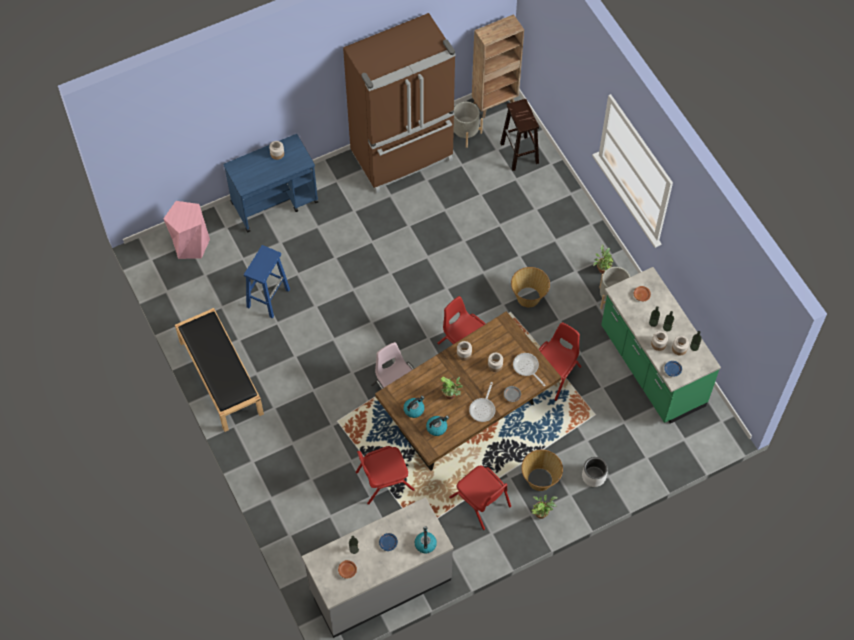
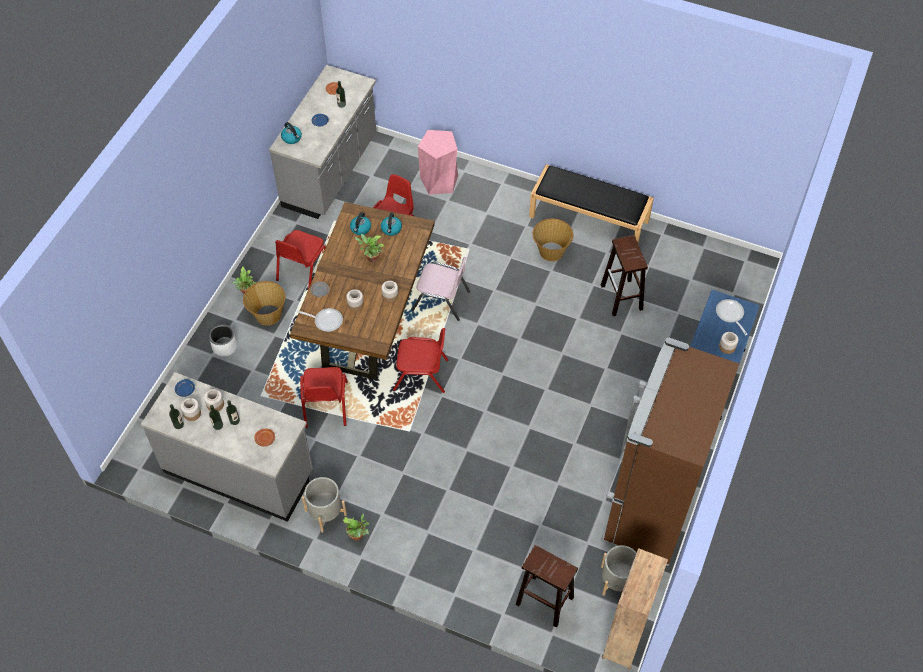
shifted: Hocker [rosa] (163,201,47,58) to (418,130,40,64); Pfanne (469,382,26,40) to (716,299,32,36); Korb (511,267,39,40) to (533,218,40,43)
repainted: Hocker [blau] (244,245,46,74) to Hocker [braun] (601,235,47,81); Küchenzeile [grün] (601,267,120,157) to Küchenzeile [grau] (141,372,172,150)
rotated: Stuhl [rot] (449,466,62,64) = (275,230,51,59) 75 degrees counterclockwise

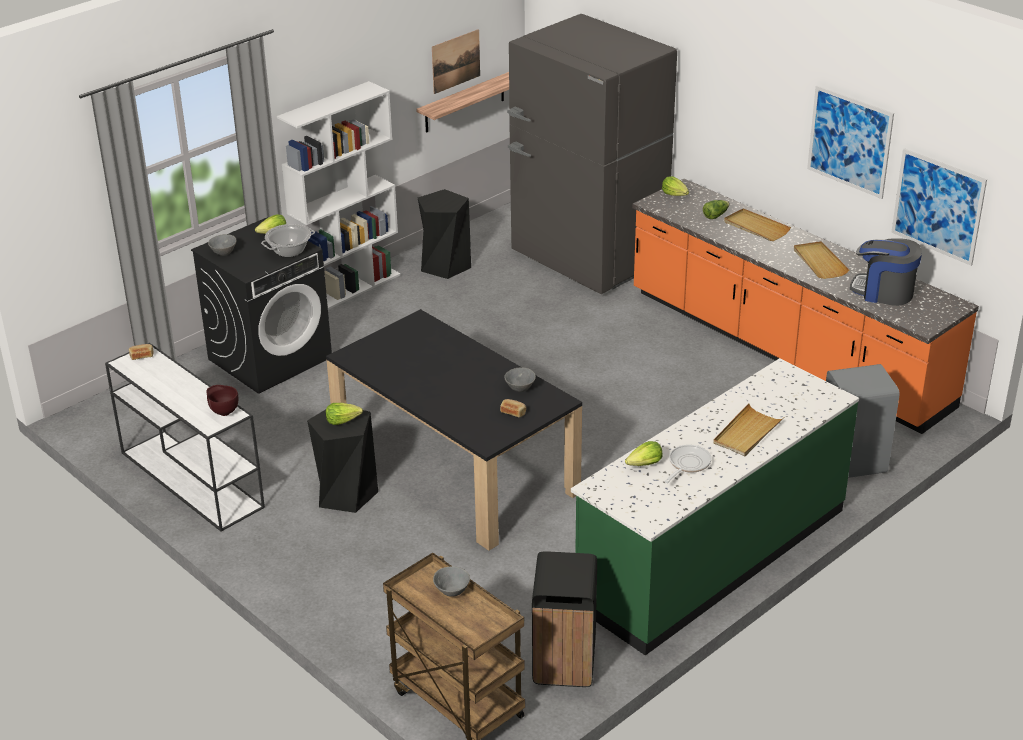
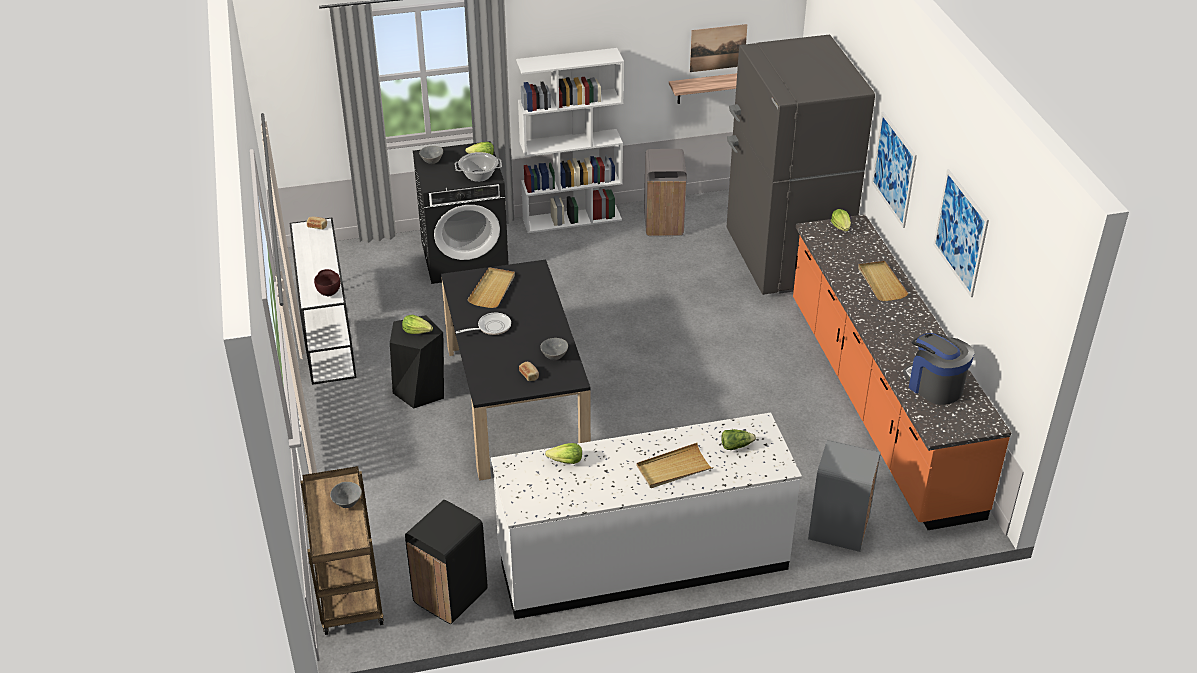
shifted: Pfanne (664,445,47,38) to (456,313,55,22); Salatkopf (703,200,27,19) to (721,429,35,21); Tablett [beige] (794,241,55,38) to (467,268,48,40); Bild (891,148,96,118) to (872,112,45,116)
swapped: Hocker [schwarz] (418,189,53,90) to Mülleimer [grau] (644,149,43,87)
repainted: Küchenzeile [grün] (571,358,288,298) to Küchenzeile [weiß] (491,412,311,207)

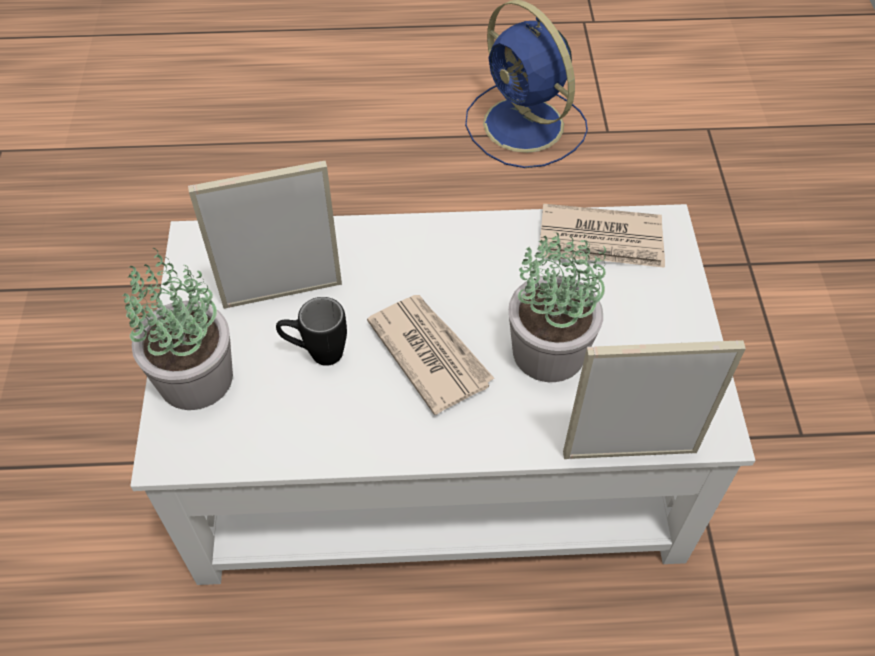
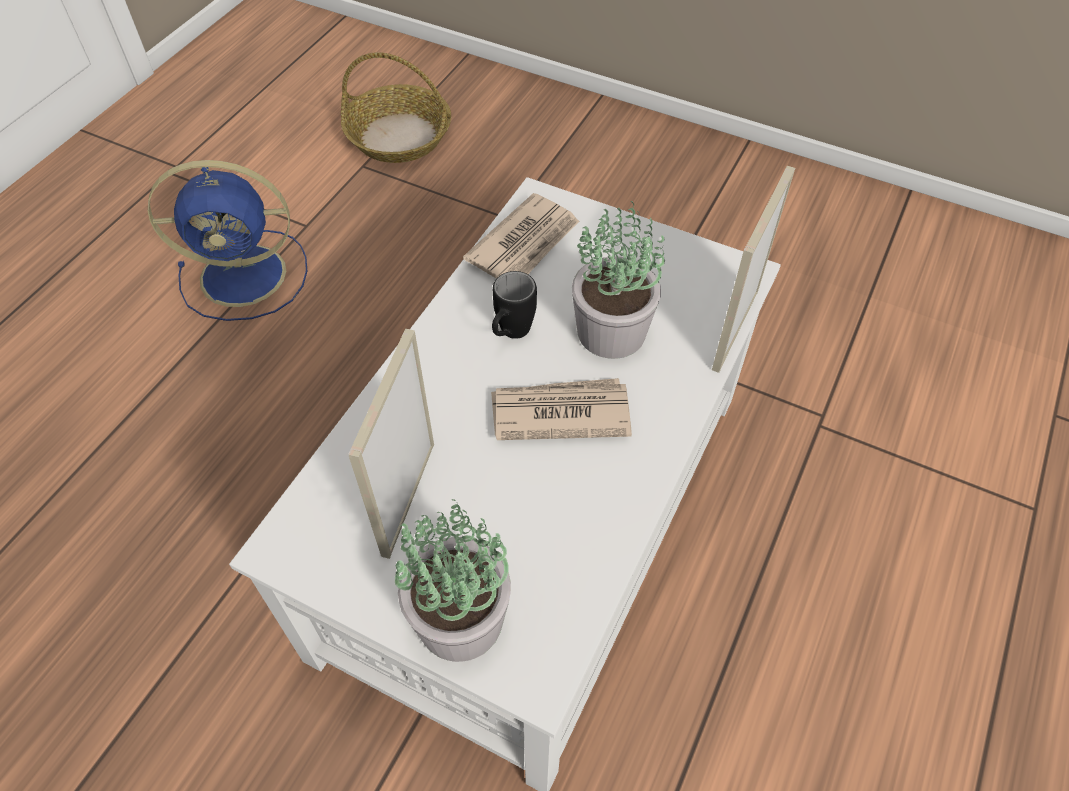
new: Korb (341,52,110,111)
shifted: Henkelbecher [schwarz] (276,297,71,69) to (492,271,45,68)

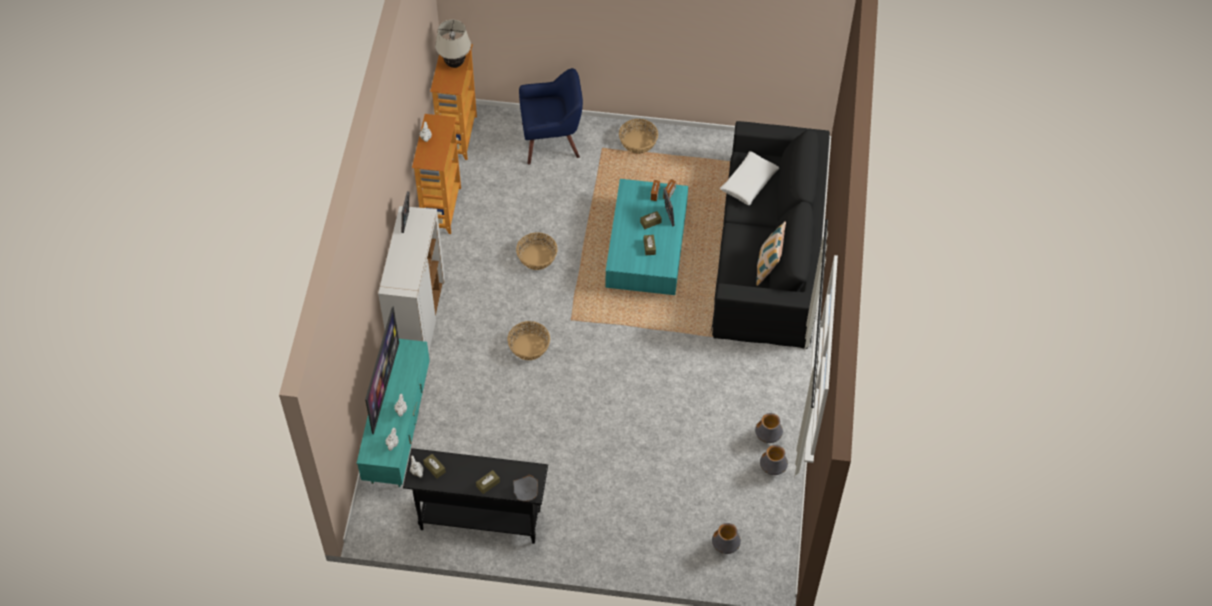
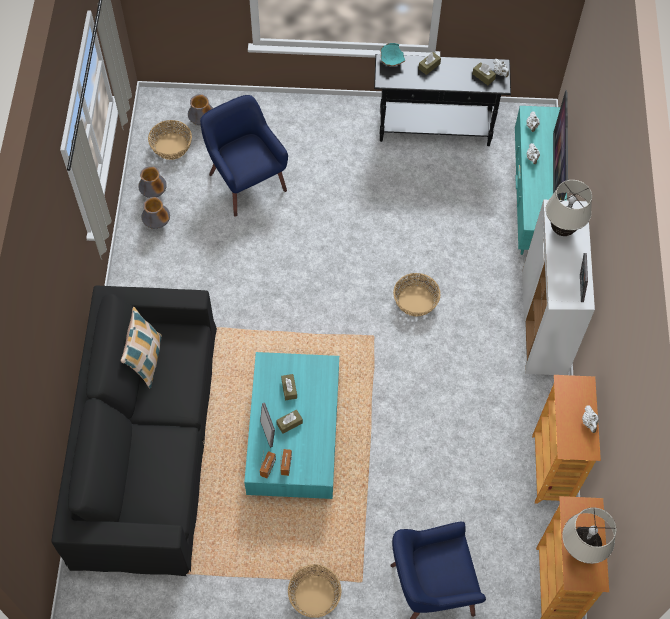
gone: Kissen [weiß] (720,151,59,54)
new: Sessel [blau] (200,95,88,122); Tischlampe [beige] (546,180,46,56)
shifted: Korb (516,233,41,37) to (148,120,44,40)
repainted: Schüssel [grau] (513,475,25,26) to Schüssel [türkis] (380,43,25,23)

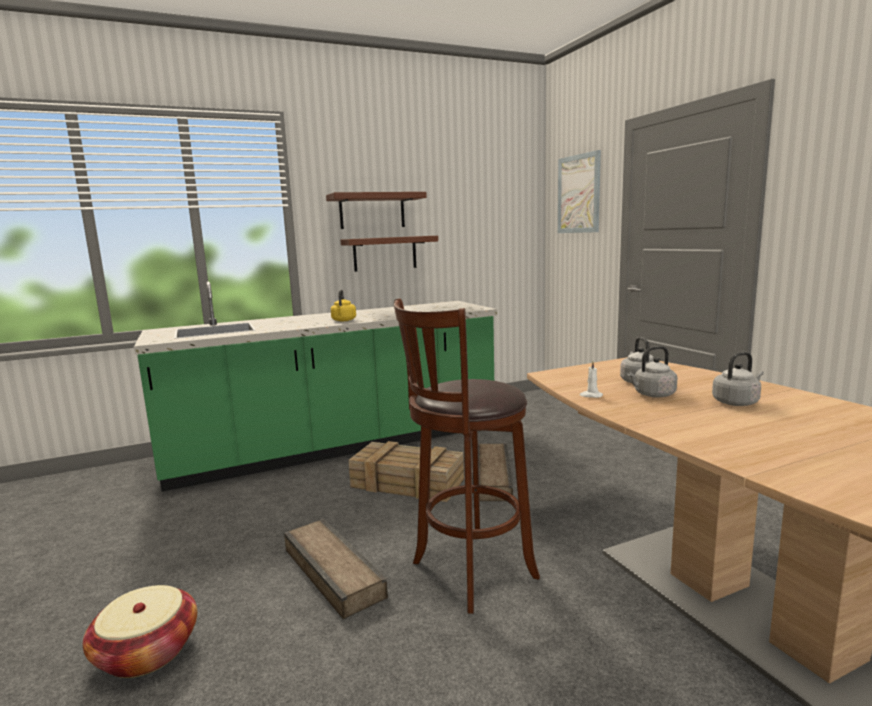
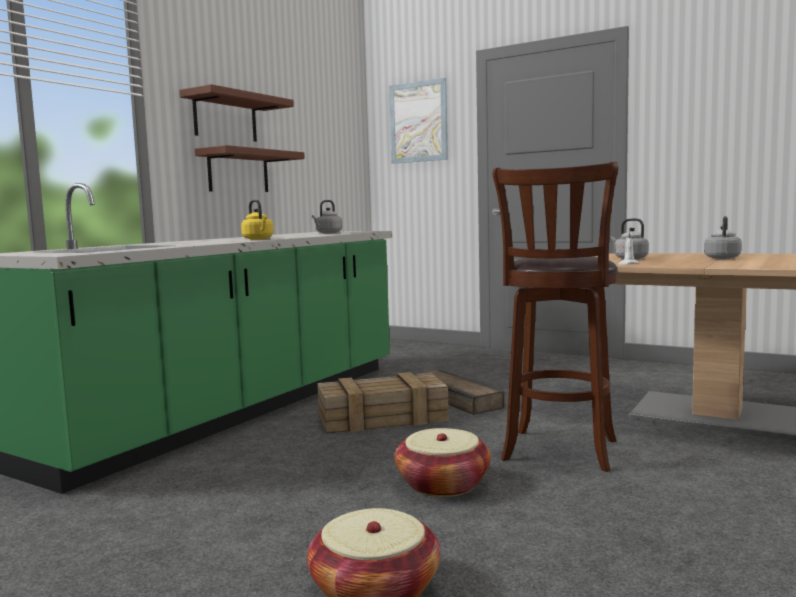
shifted: Wasserkessel [grau] (627,346,51,51) to (312,200,30,34)
swapped: Kiste (284,519,104,100) to Korb (394,428,97,69)

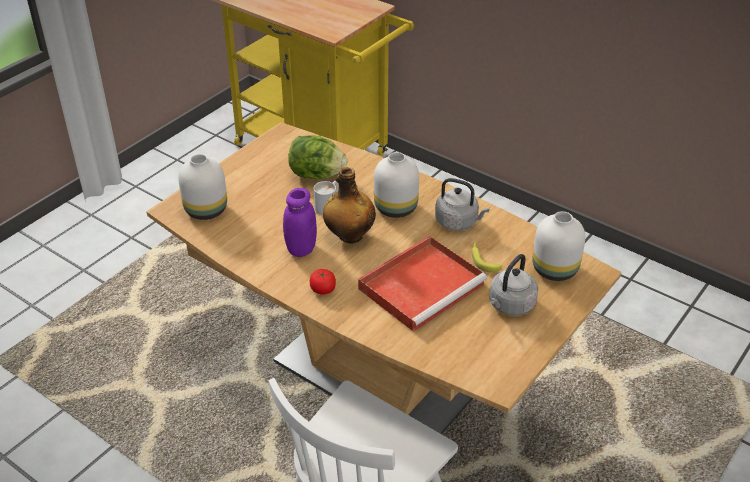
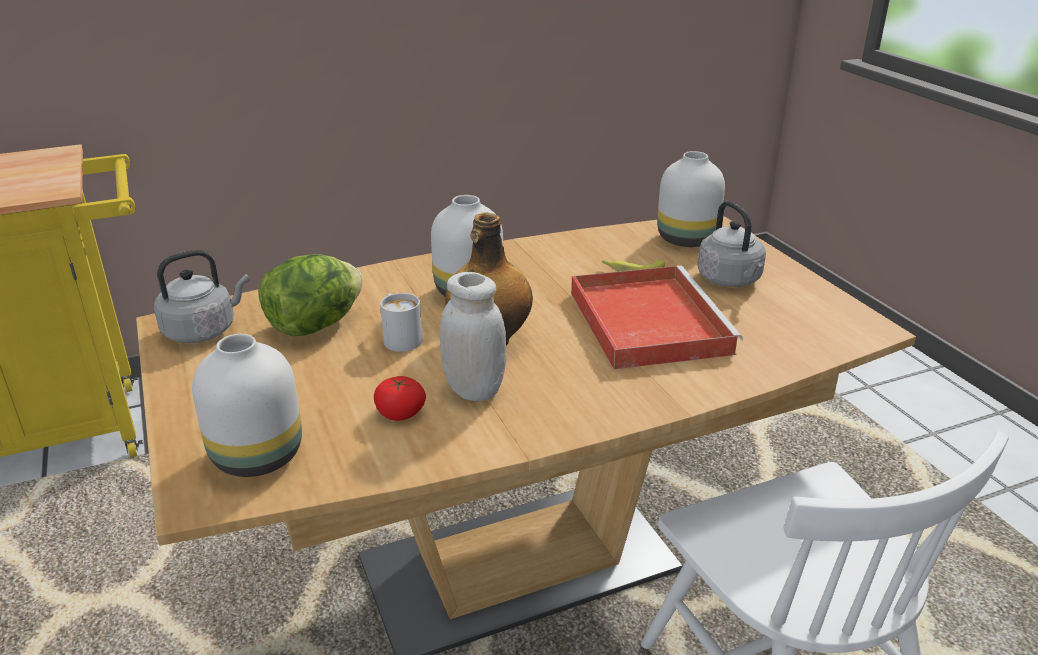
shifted: Tomate (310,269,26,26) to (374,376,52,45); Wasserkessel [grau] (435,178,55,52) to (154,250,95,93)
repainted: Vorratsglas [lila] (283,188,34,69) to Vorratsglas [weiß] (440,272,66,129)

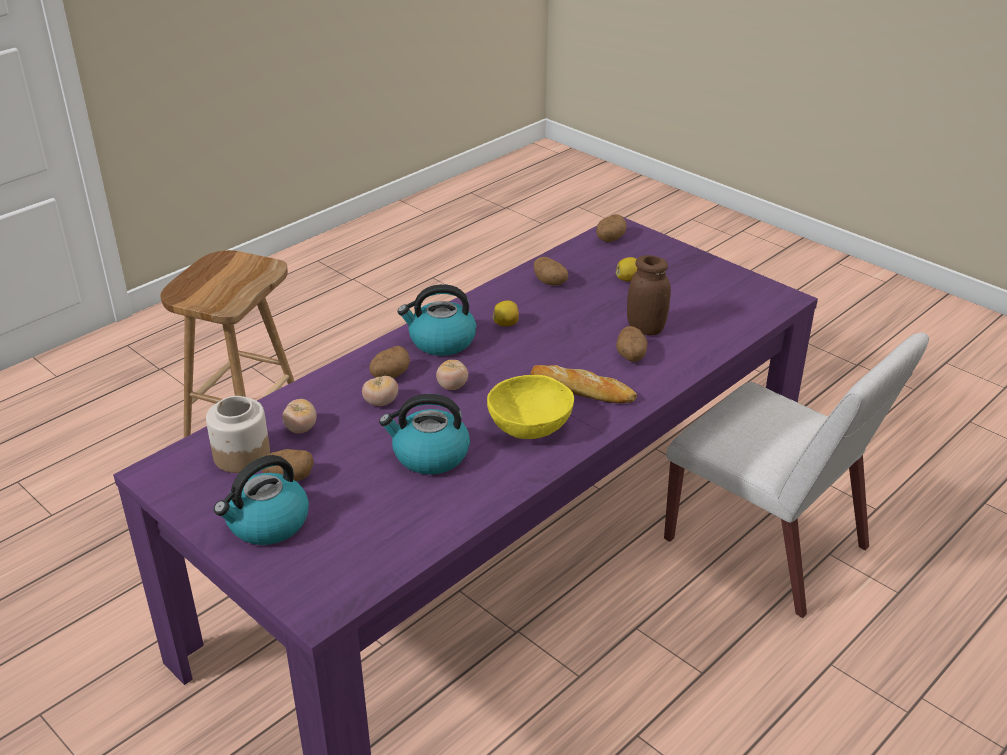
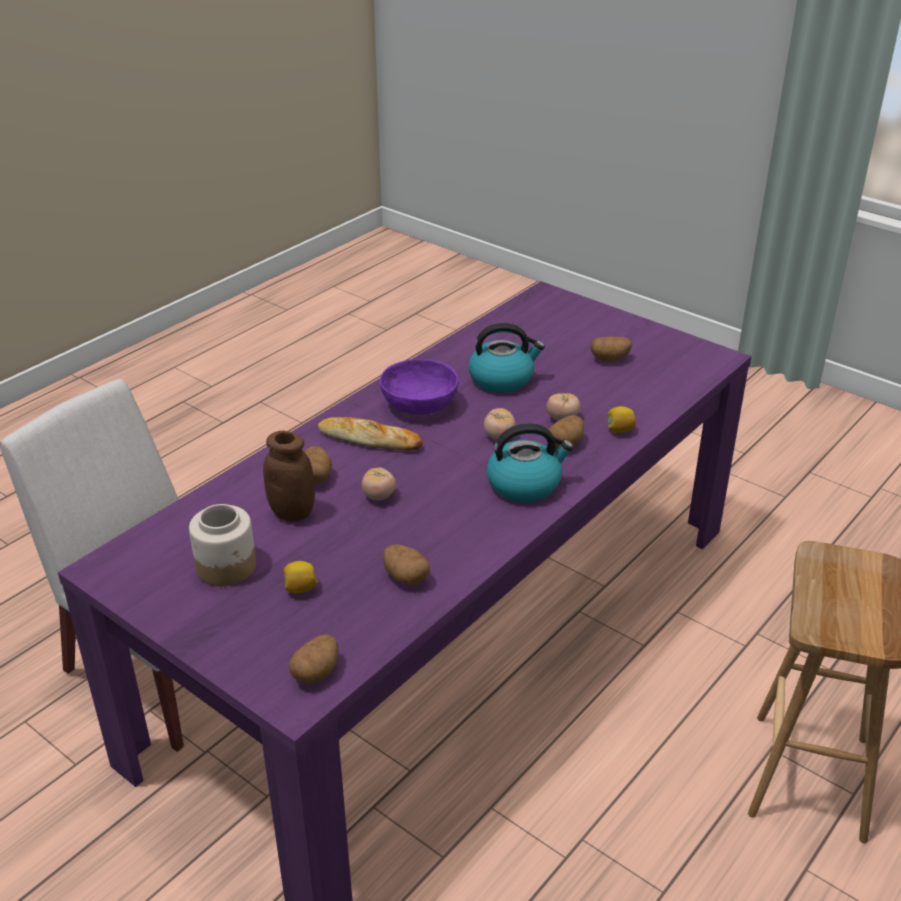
gone: Wasserkessel (214,455,95,90)
shifted: Vorratsglas (206,396,64,77) to (189,504,67,82); Tomate (282,399,35,34) to (362,468,34,32); Zitrone (493,300,26,26) to (607,406,29,27)
repainted: Schüssel [gelb] (487,375,87,64) to Schüssel [lila] (379,359,80,56)

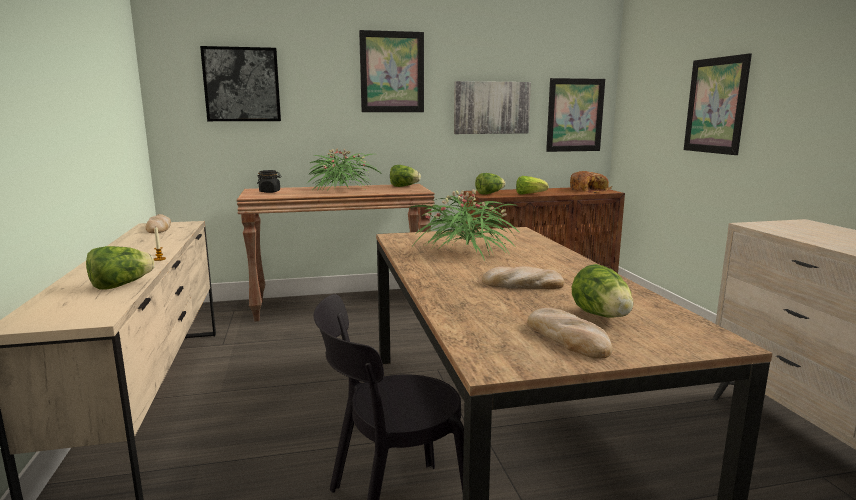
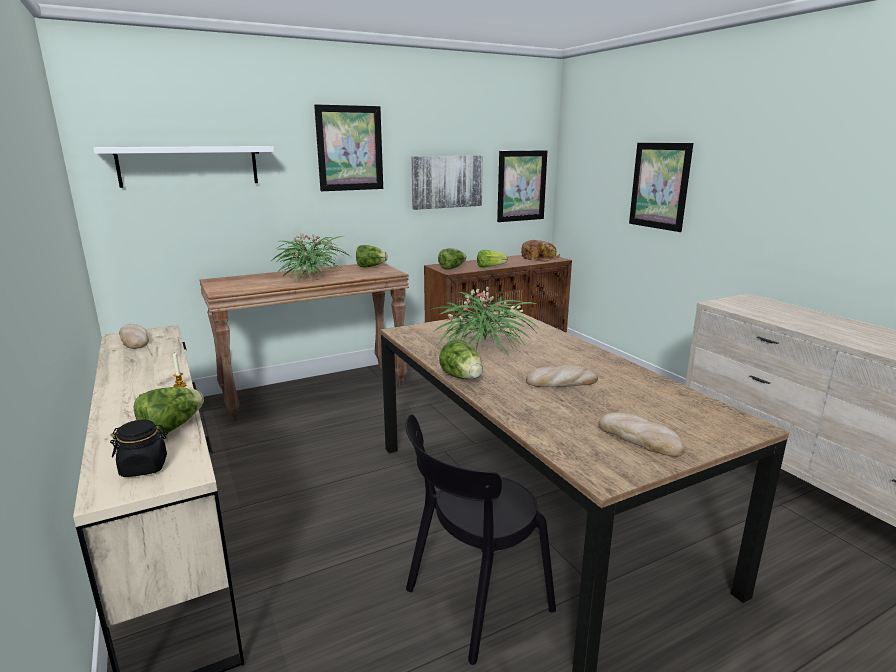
shifted: Vorratsglas [schwarz] (257,170,24,23) to (110,419,58,58); Salatkopf (572,264,61,54) to (439,339,44,40)
swapped: Bild (200,46,81,75) to Wandregal [weiß] (93,146,181,42)

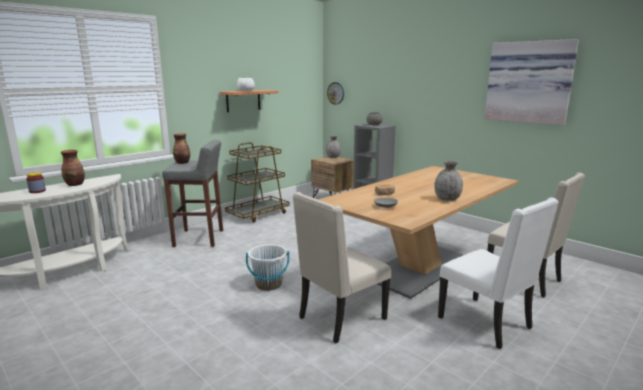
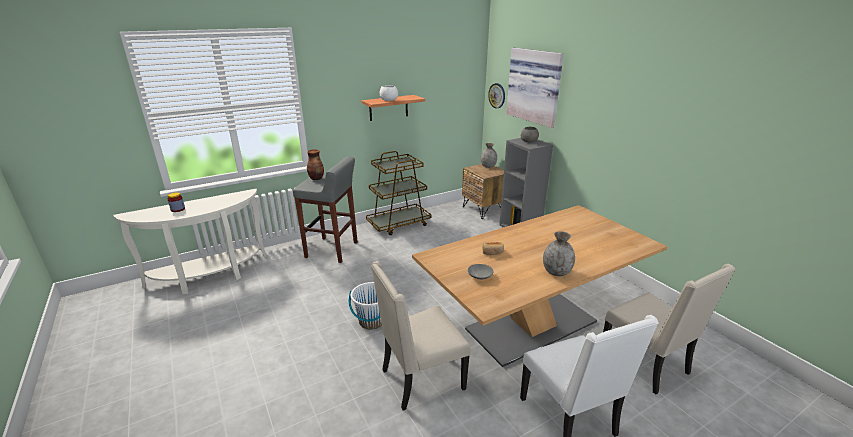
gone: Vase (61,150,24,36)
shifted: Bild (484,39,95,86) to (506,48,58,80)

